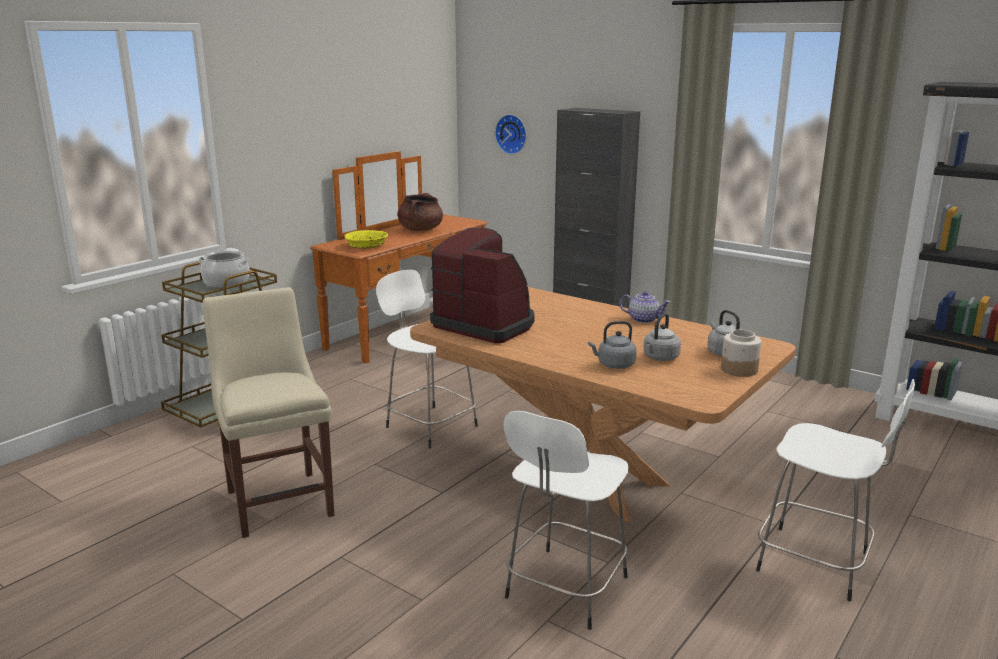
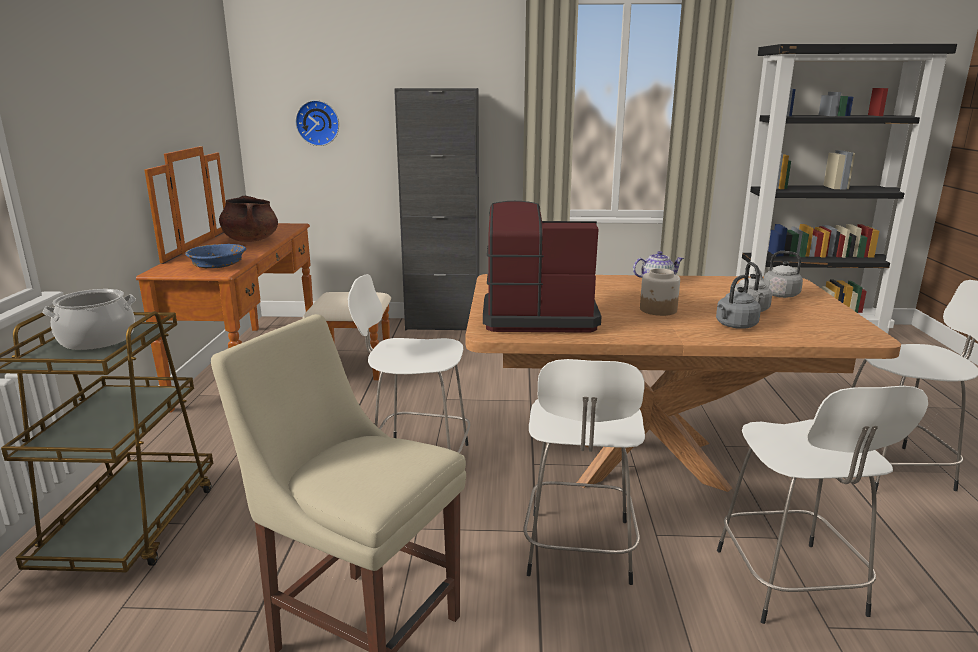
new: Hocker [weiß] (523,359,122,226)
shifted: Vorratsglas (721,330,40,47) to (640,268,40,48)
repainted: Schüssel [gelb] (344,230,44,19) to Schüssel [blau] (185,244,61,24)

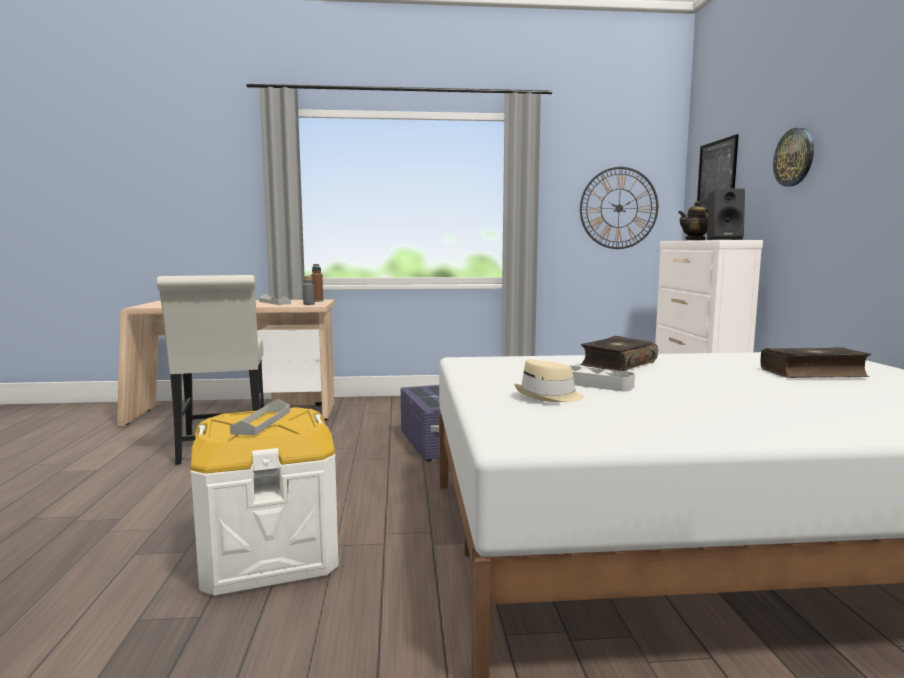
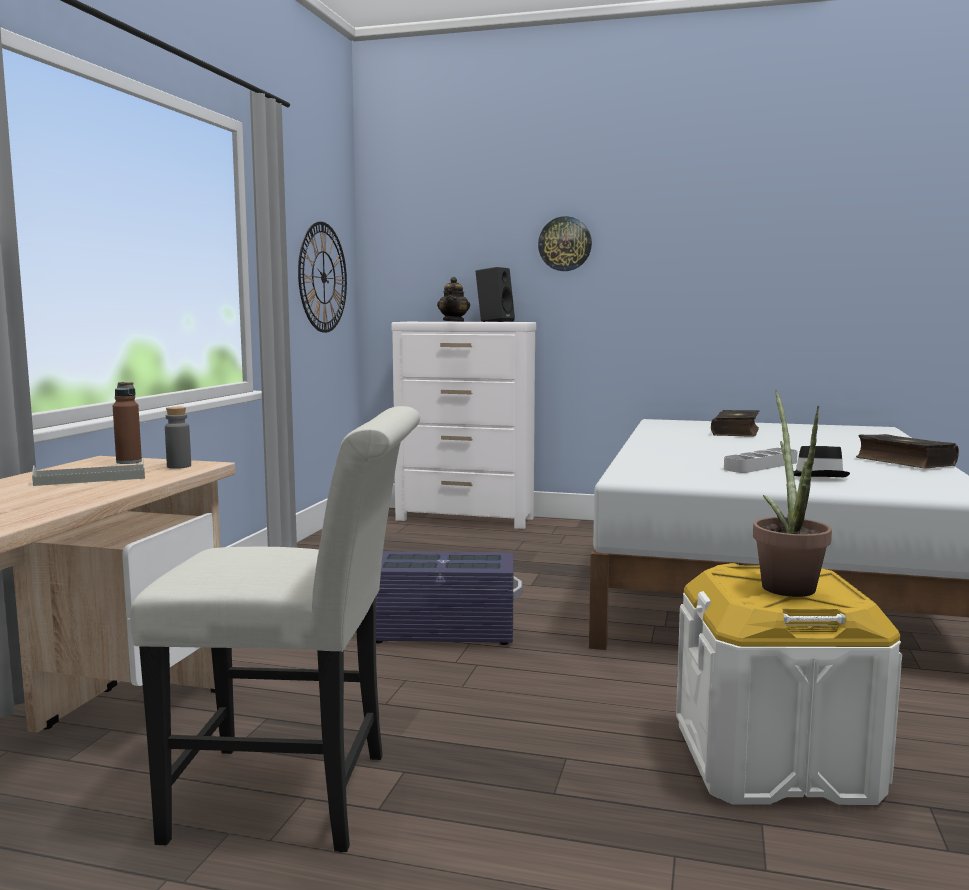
gone: Bild (697,134,42,75)
shifted: Buch (580,336,78,35) to (856,434,103,34)
swapped: Tablett [grau] (230,399,60,37) to Topfpflanze (753,390,79,207)
repainted: Hut [beige] (514,359,70,43) to Hut [schwarz] (794,446,56,31)

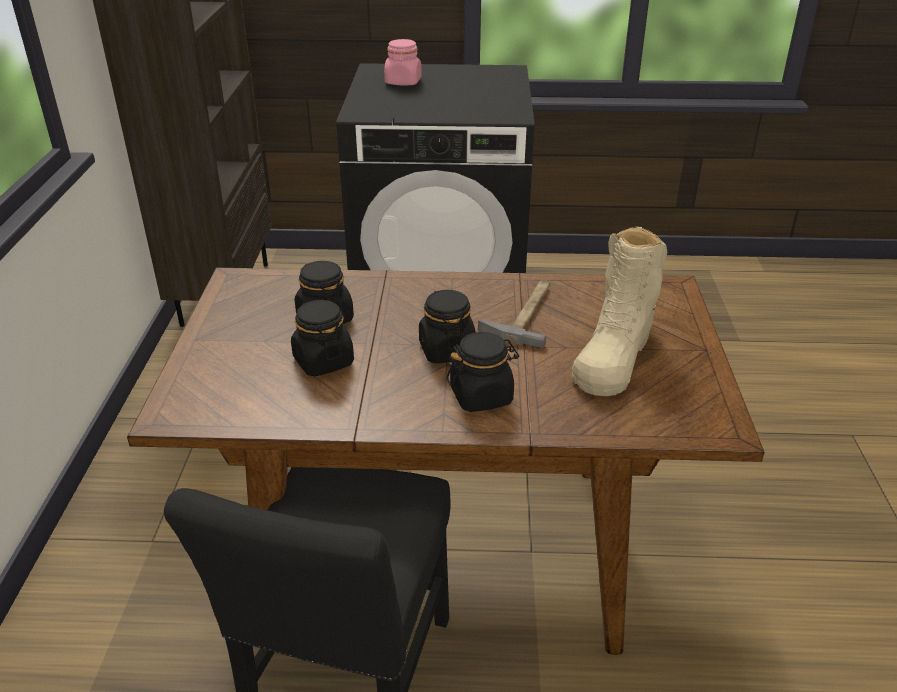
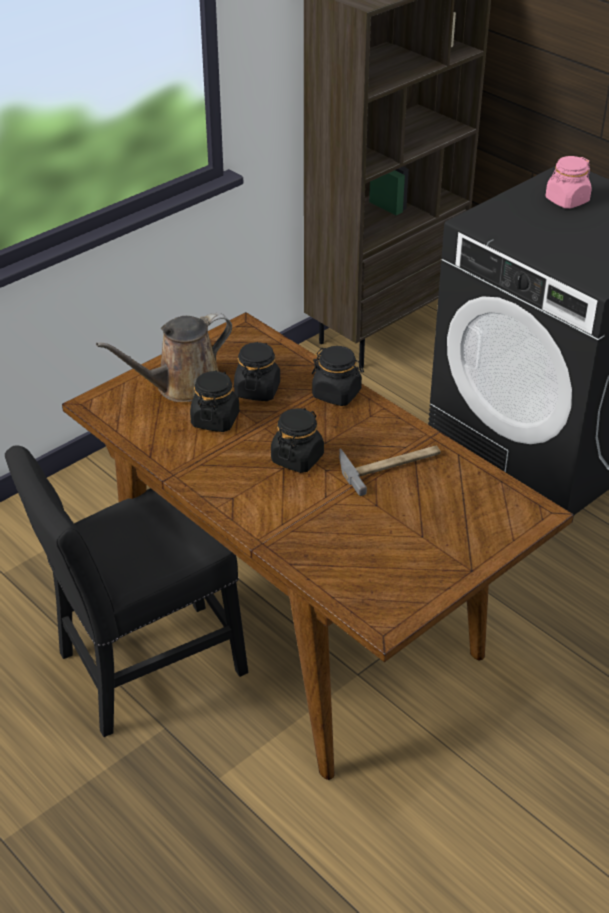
gone: Stiefel [beige] (572,226,95,170)
new: Gießkanne [braun] (96,313,136,89)
shifted: Vorratsglas [schwarz] (447,332,72,80) to (312,346,52,60)

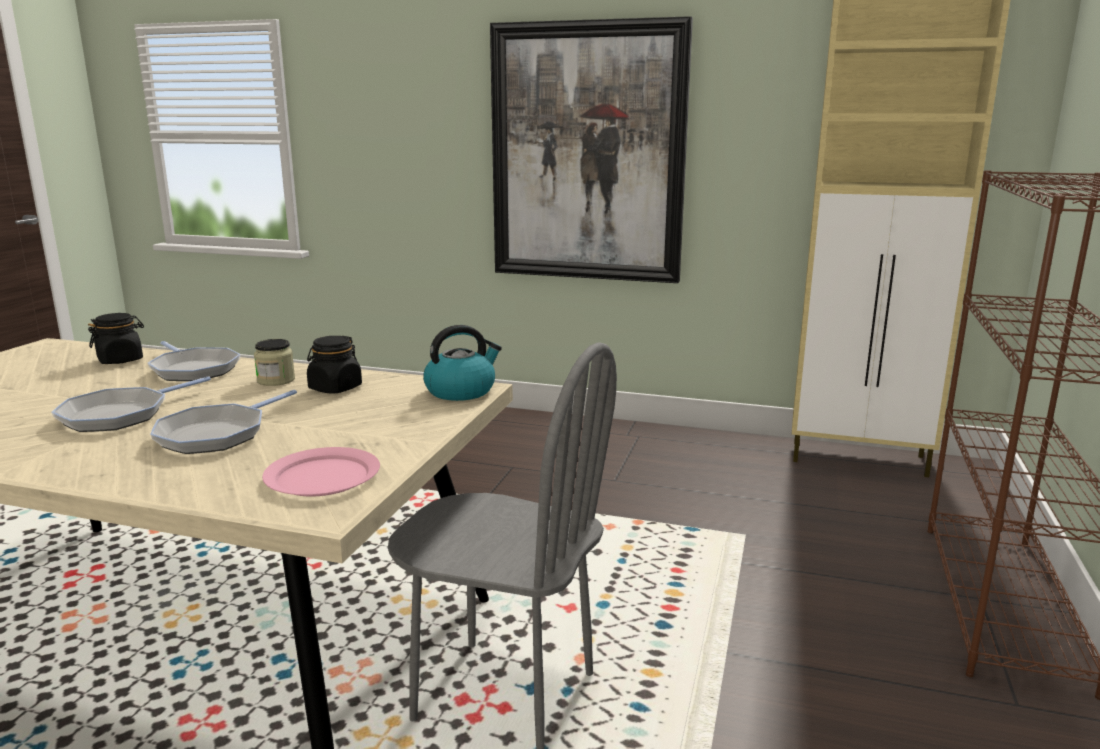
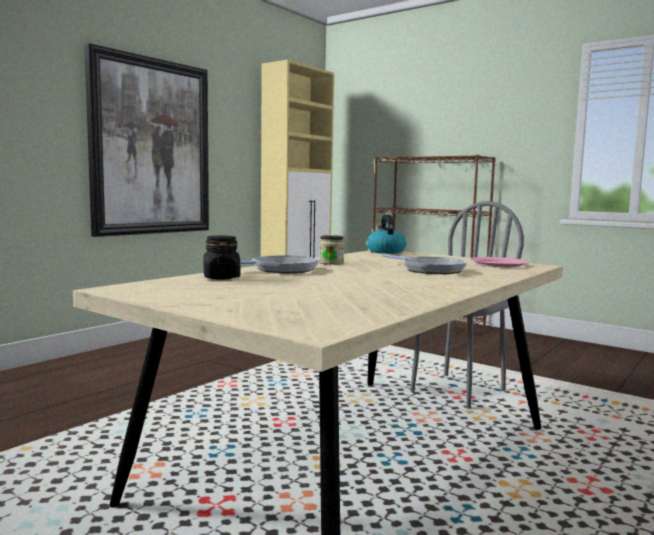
gone: Pfanne (51,376,160,56); Vorratsglas [schwarz] (307,336,55,58)

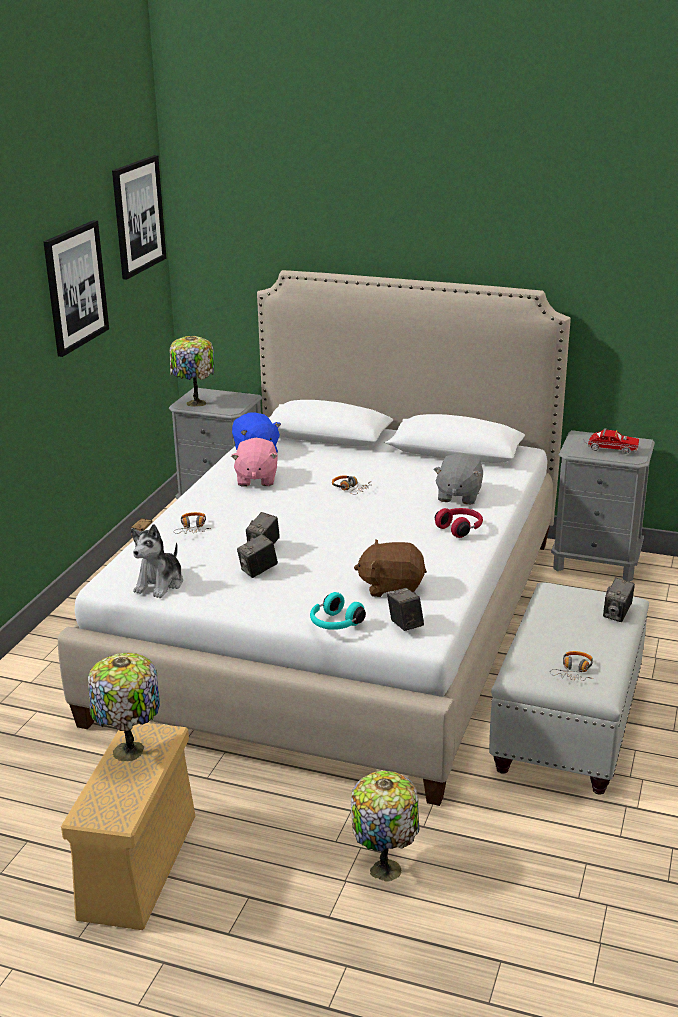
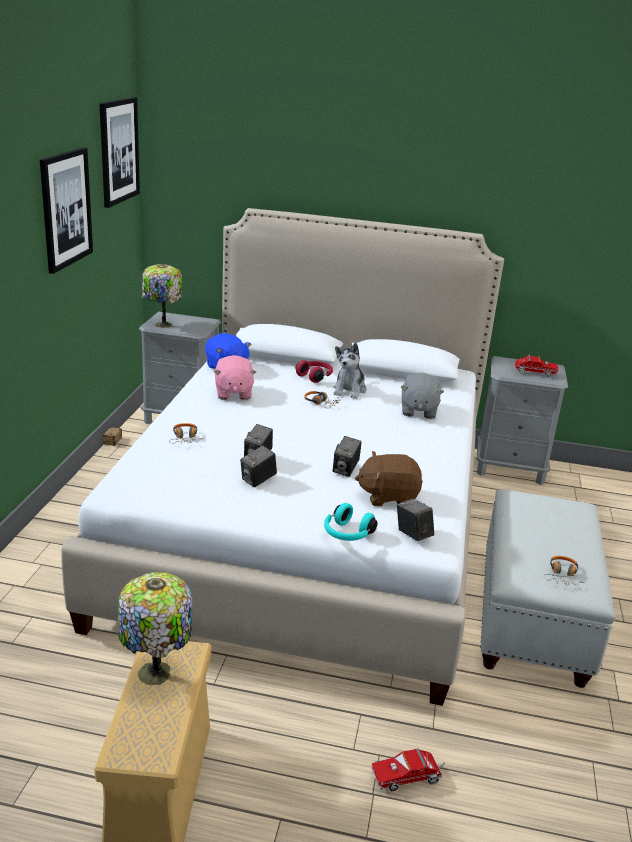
shifted: Plüschtier (131,524,52,74) to (333,343,33,56); Kopfhörer [rot] (435,508,48,30) to (295,360,38,23); Kamera (603,578,32,44) to (333,436,28,41)
swapped: Tischlampe (351,771,69,111) to Spielzeuglaster (371,748,74,43)

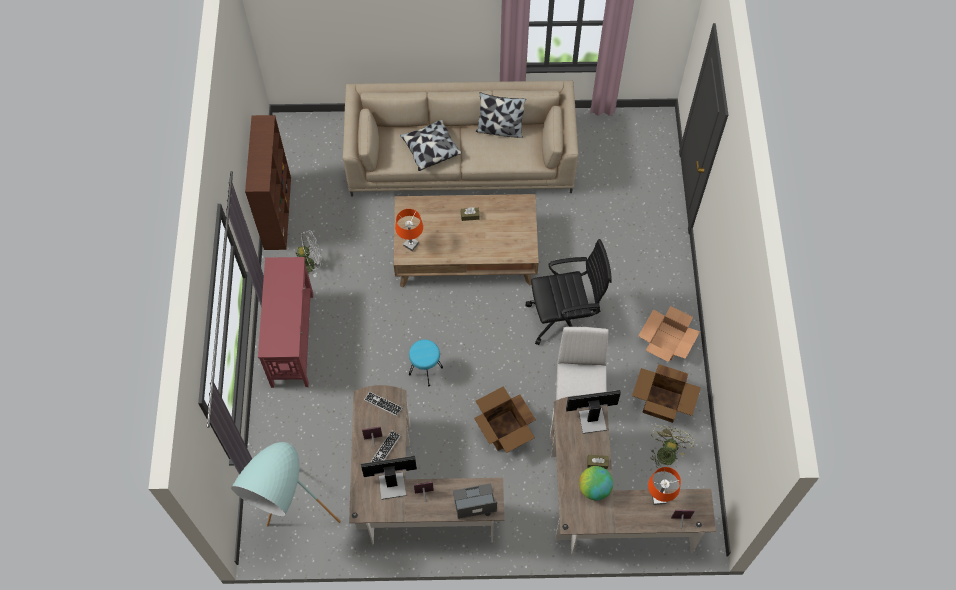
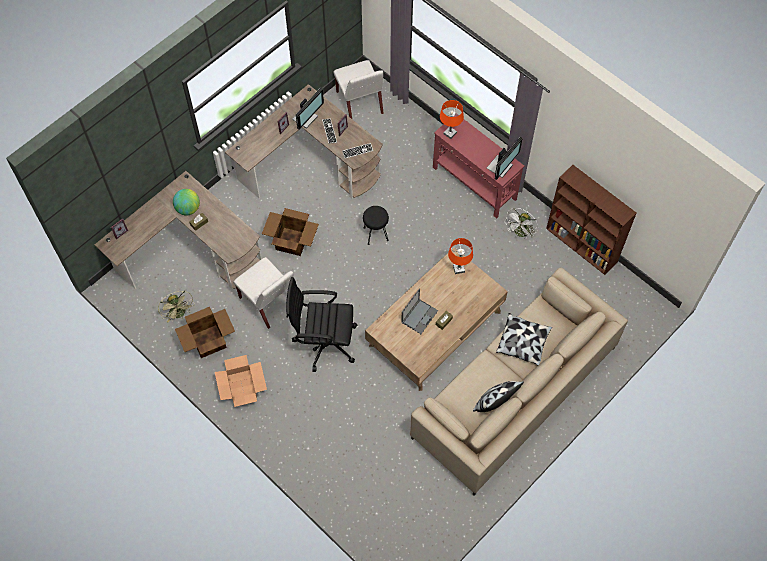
shifted: Laptop (453,483,44,36) to (401,288,37,46); Monitor (566,390,55,44) to (487,137,36,43); Tischlampe [orange] (648,467,33,38) to (440,100,24,39)
swapped: Stehlampe [türkis] (231,442,110,85) to Stuhl [weiß] (334,60,50,59)
repainted: Hocker [türkis] (409,340,34,46) to Hocker [schwarz] (363,206,26,39)
rotated: Bürostuhl [schwarz] (525,239,87,106) = (286,277,72,95) 60 degrees clockwise

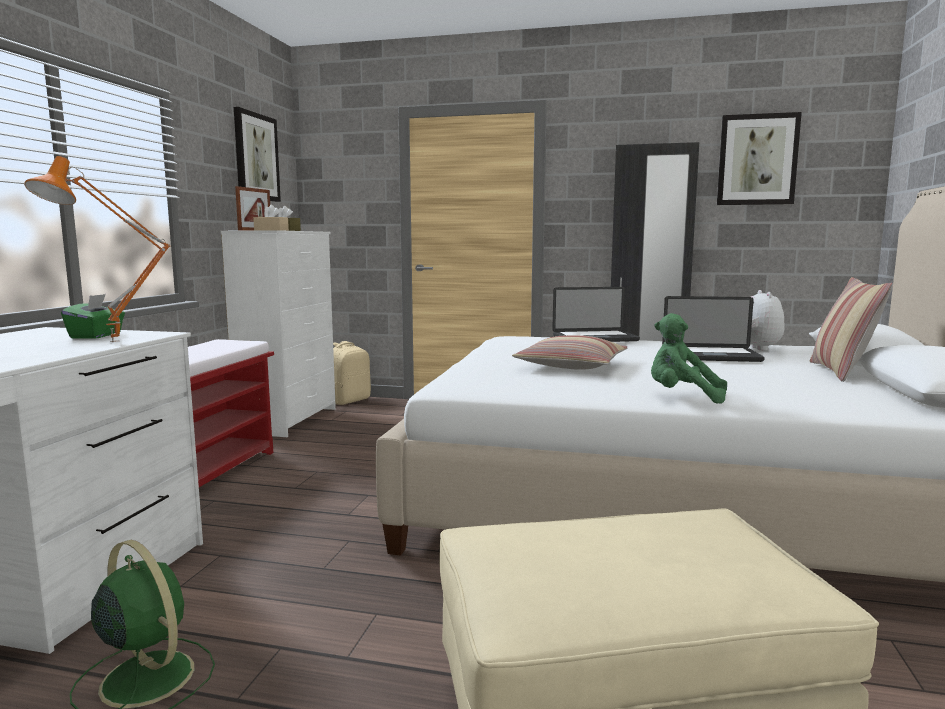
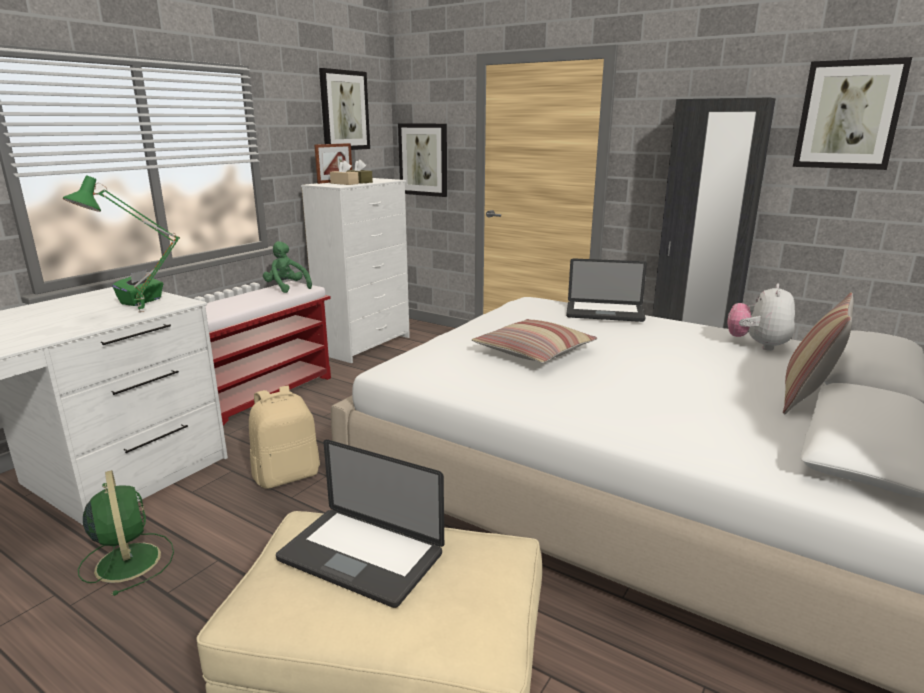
new: Bild (398,124,49,73)
shifted: Rucksack [beige] (333,341,38,64) to (249,386,71,103); Plüschtier [grün] (651,313,76,91) to (263,241,49,52); Laptop (662,296,103,66) to (276,439,168,169)
repainted: Tischlampe [orange] (24,156,147,186) to Tischlampe [grün] (63,175,117,138)

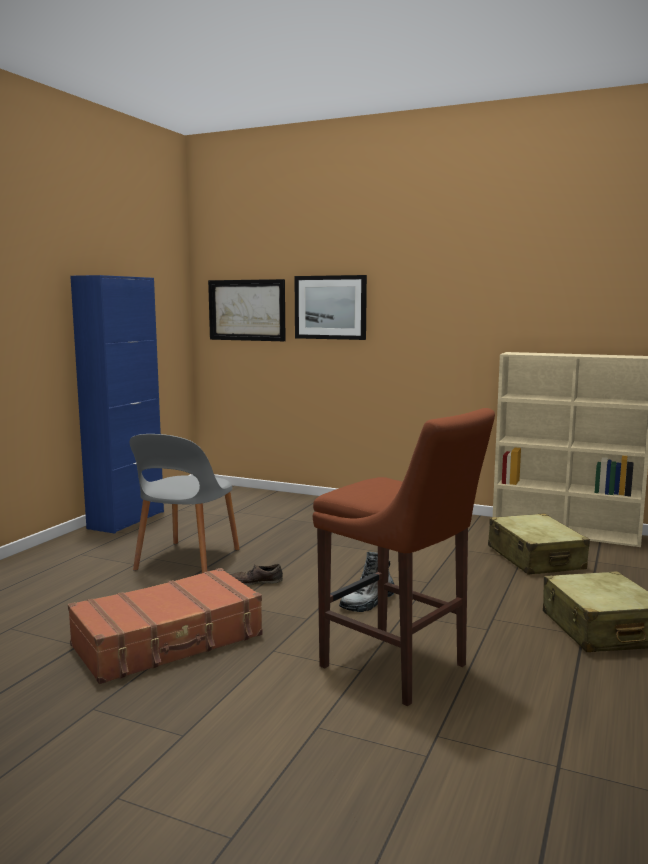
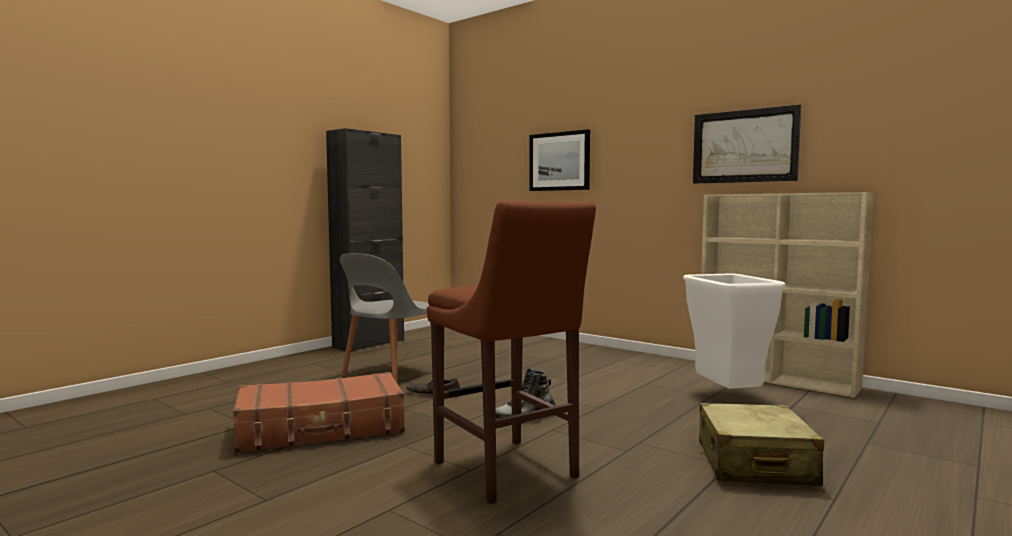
shifted: Bild (208,279,77,62) to (693,104,108,80)
swapped: Koffer [beige] (488,513,102,61) to Mülleimer [weiß] (683,274,103,115)
repainted: Schrank [blau] (70,275,94,259) to Schrank [schwarz] (326,128,78,224)

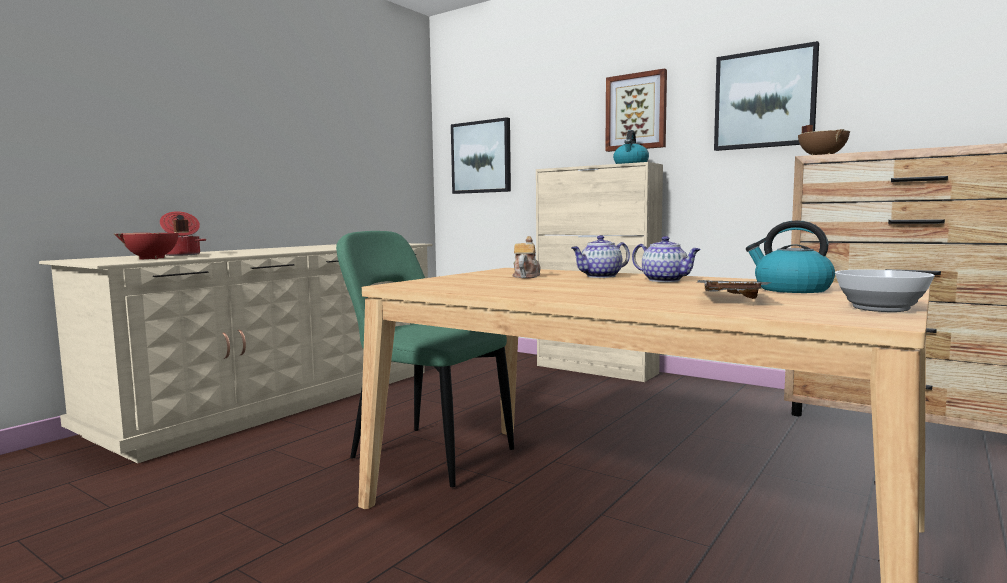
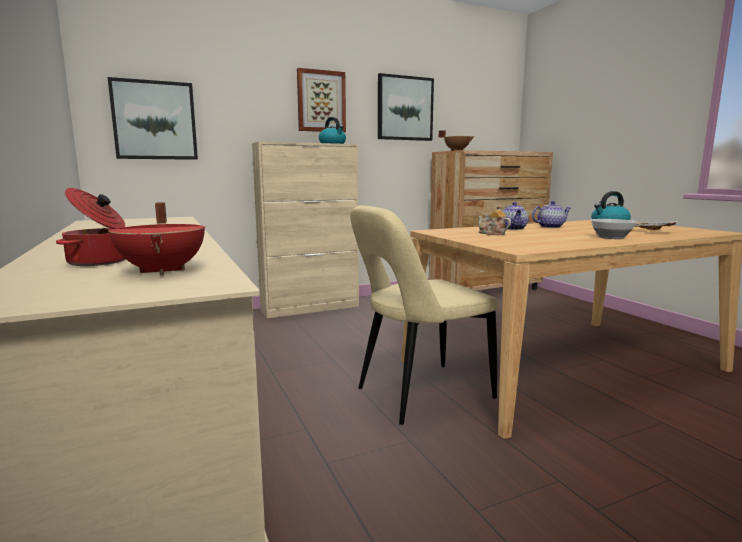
shifted: Schüssel (835,270,100,42) to (591,219,45,20)
repainted: Stuhl [grün] (336,231,178,256) to Stuhl [beige] (350,205,148,220)

